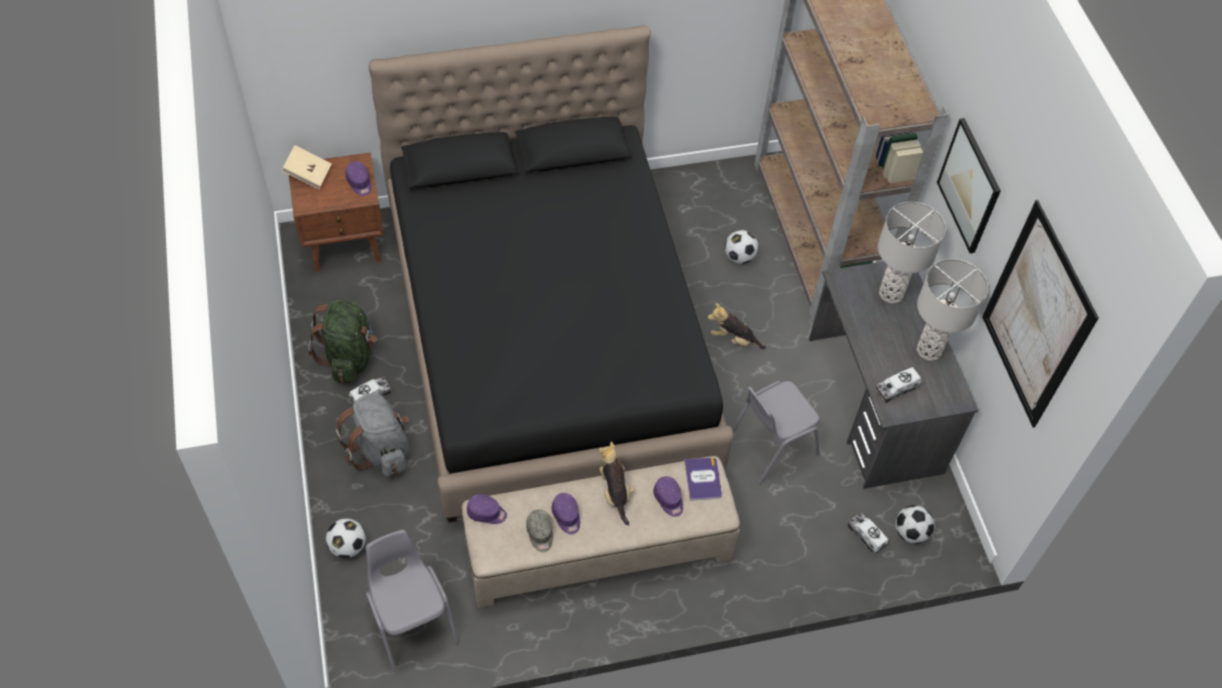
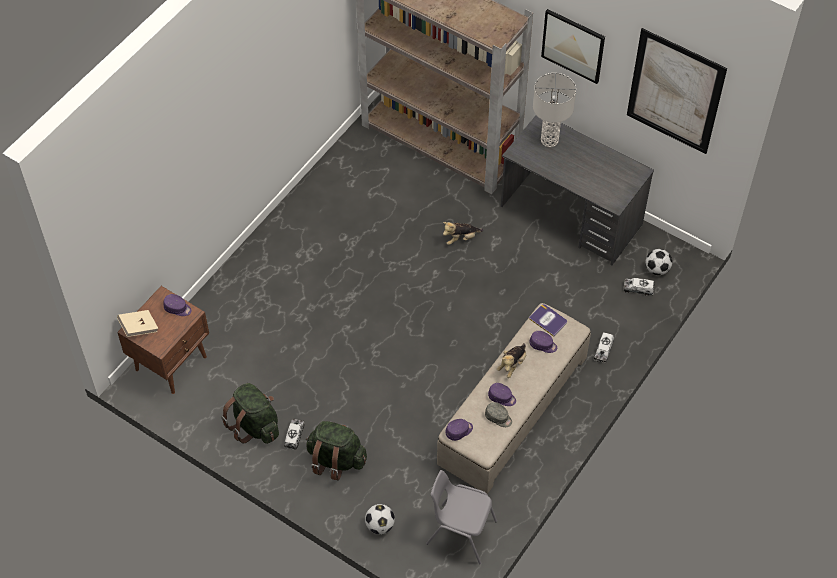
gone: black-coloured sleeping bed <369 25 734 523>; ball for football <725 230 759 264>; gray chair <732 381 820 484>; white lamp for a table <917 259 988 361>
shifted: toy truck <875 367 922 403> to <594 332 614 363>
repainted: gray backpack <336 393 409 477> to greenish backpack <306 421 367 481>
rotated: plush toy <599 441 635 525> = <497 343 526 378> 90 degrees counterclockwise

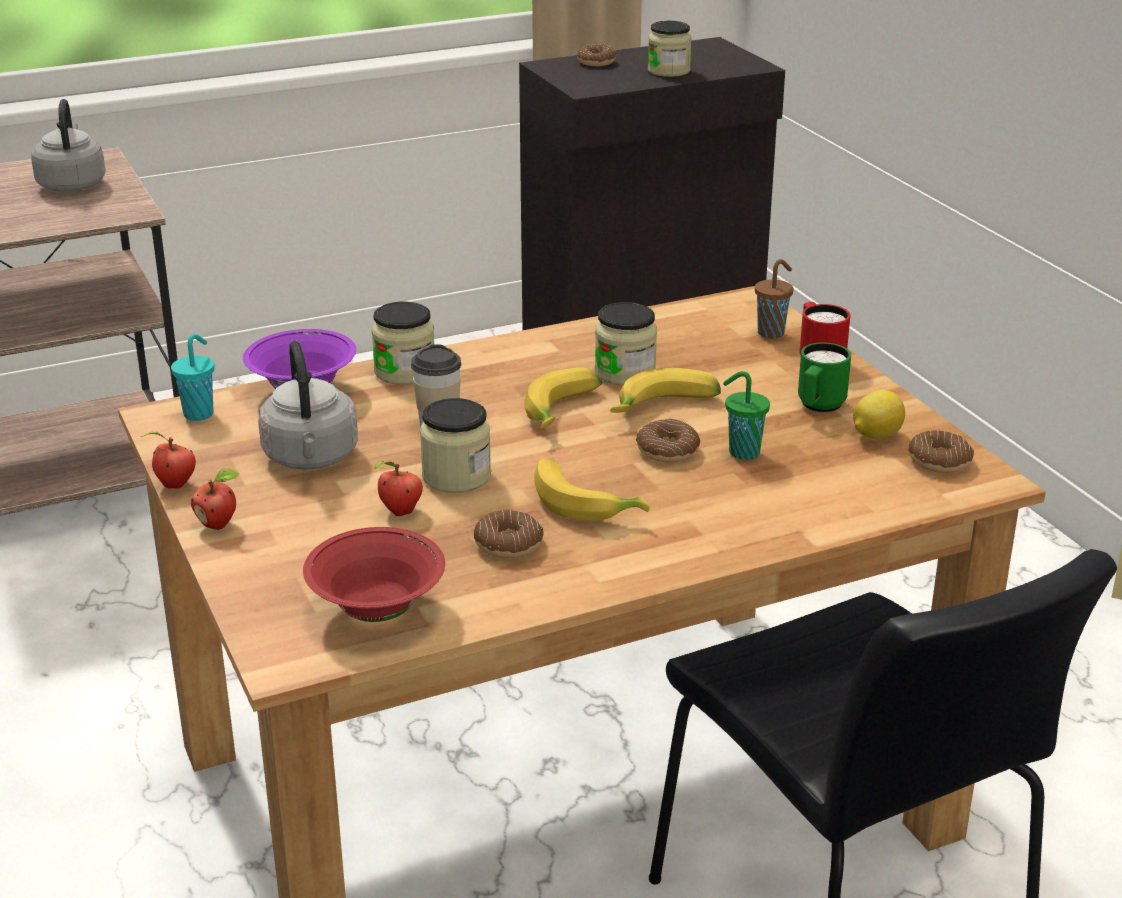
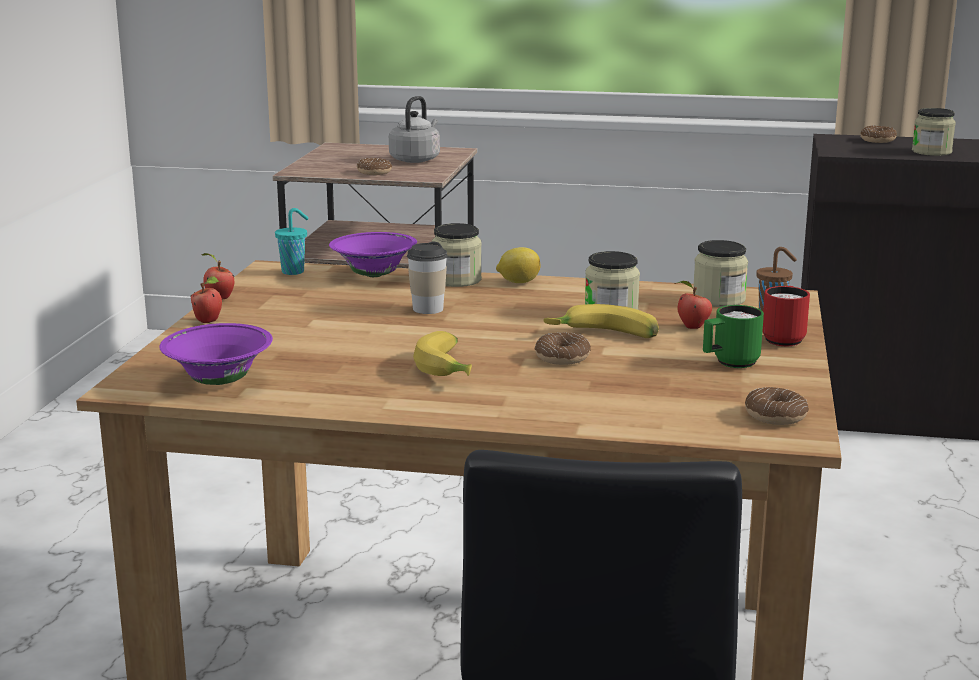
gone: gray tea kettle <258 340 358 470>; banana <524 368 602 429>; greenish cup <723 371 770 460>
shifted: apple <374 462 423 516> to <674 281 712 329>; jar <420 398 491 493> to <693 240 748 307>; ring doughnut <474 510 543 558> to <357 158 392 175>; citrus fruit <853 390 905 439> to <496 247 541 283>
repainted: red serving bowl <303 527 445 622> to purple-coloured serving bowl <159 323 273 385>

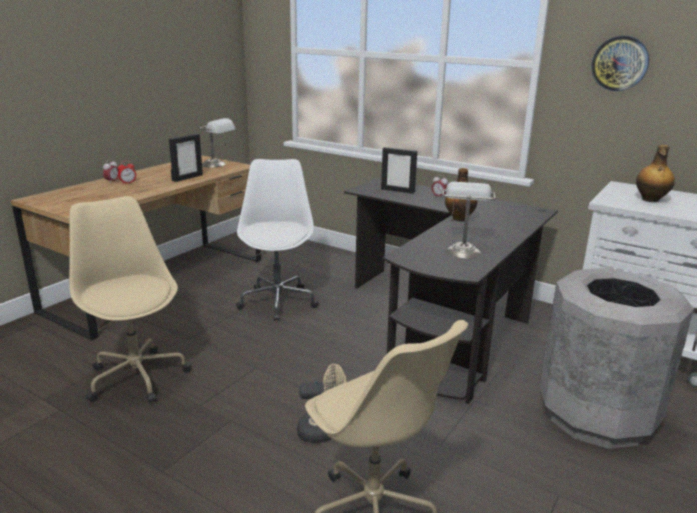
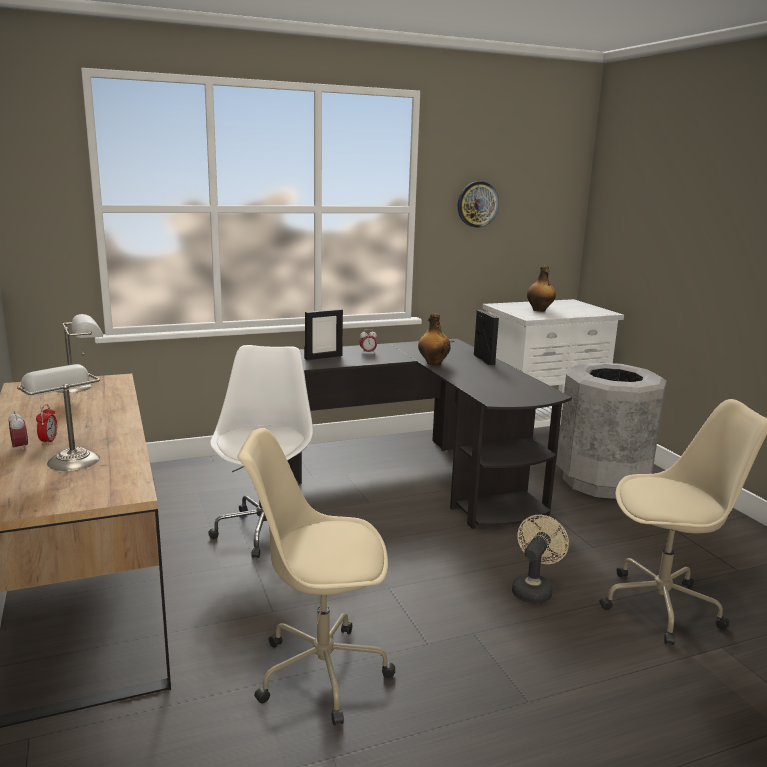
shifted: picture frame <169 134 203 182> to <474 310 499 365>; white lamp for a table <442 182 496 258> to <17 364 100 471>
rotated: white desk chair <236 159 319 321> = <209 345 313 558> 60 degrees clockwise

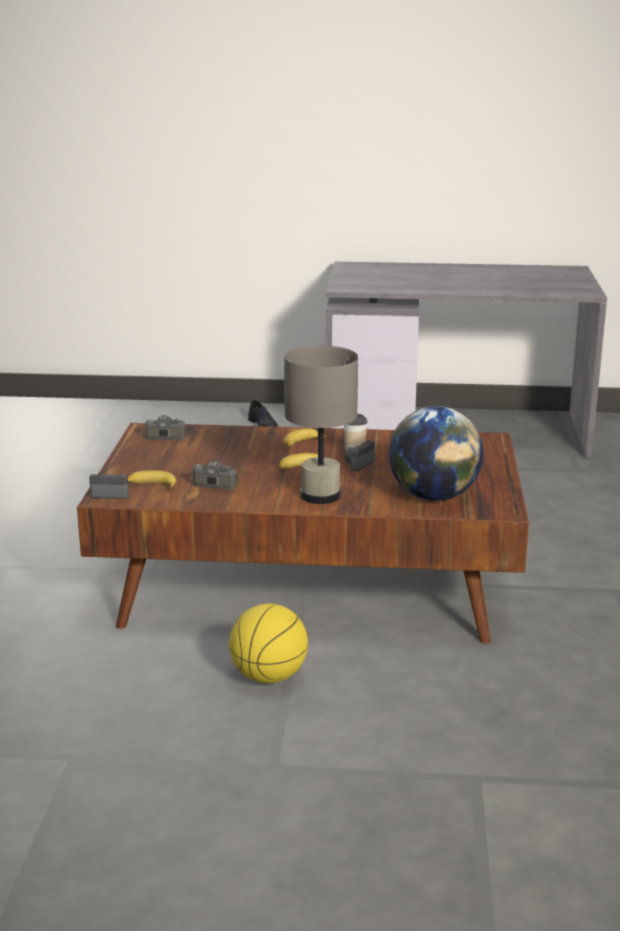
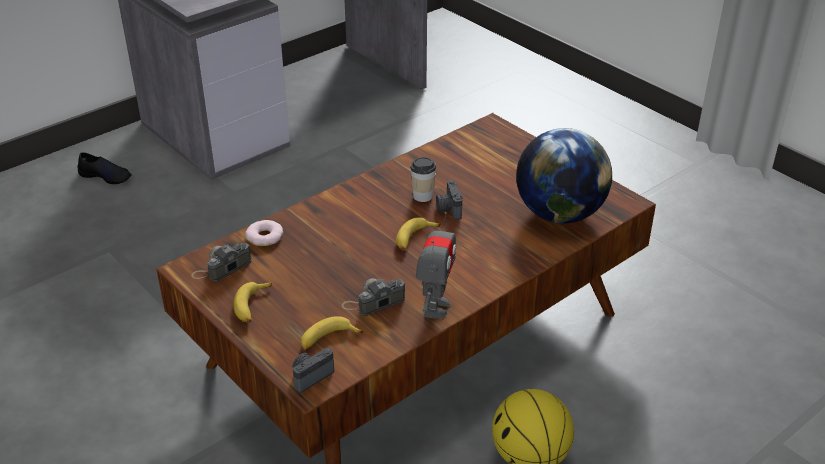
gone: gray lamp for a table <284 346 358 504>
new: ring doughnut <245 220 283 246>; robot figure <416 212 456 319>
shifted: banana <283 428 329 447> to <234 282 272 323>

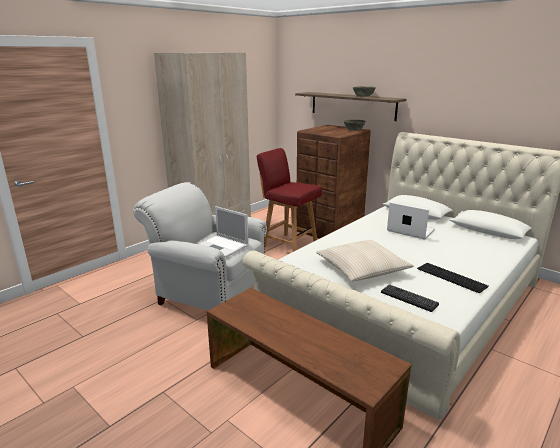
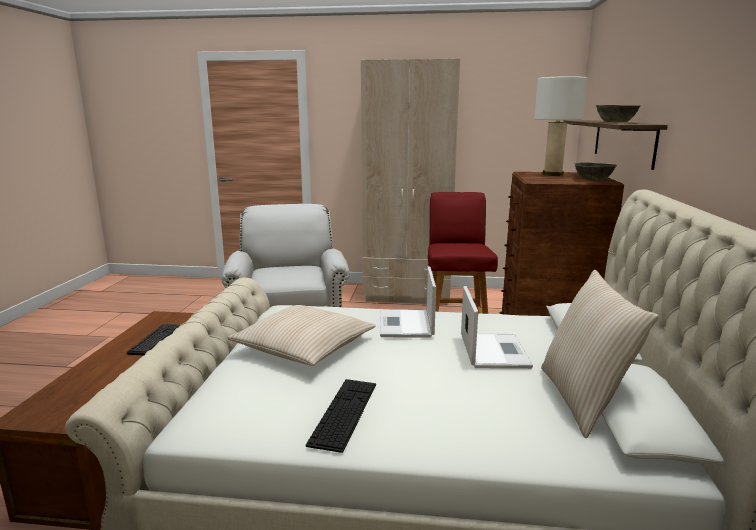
new: white lamp for a table <534 76 587 176>; sand-coloured throw pillow <541 270 659 438>
shifted: portable computer <199 206 249 258> to <380 266 436 338>; computer keyboard <381 284 439 312> to <127 324 180 356>

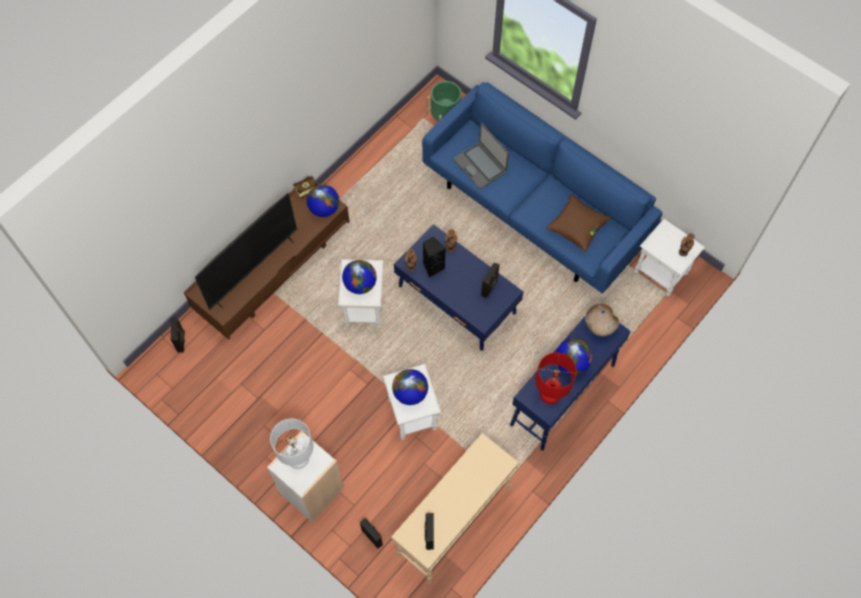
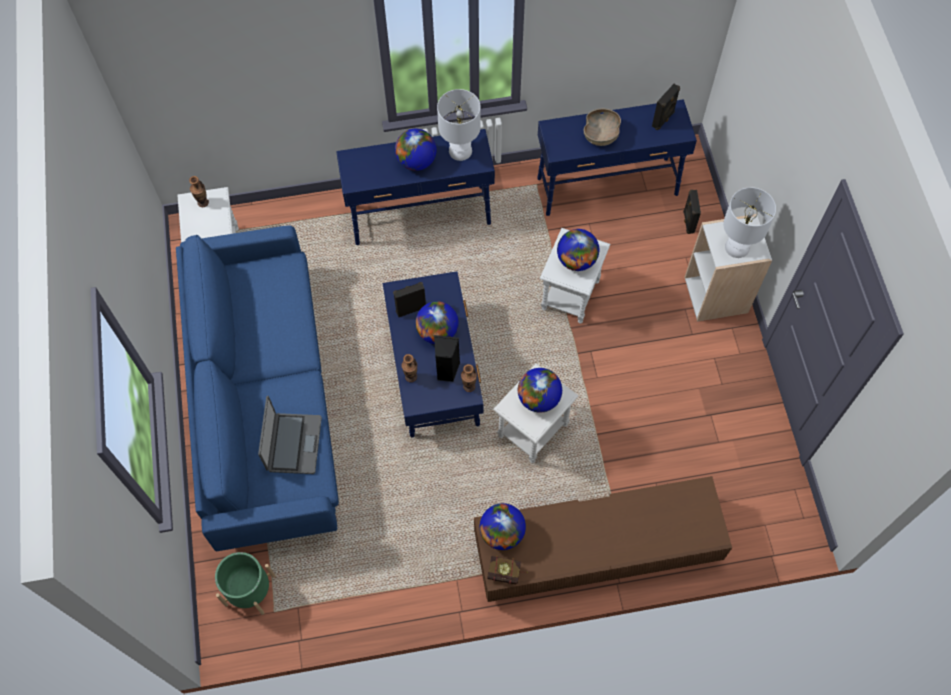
gone: black-coloured audio speaker <171 318 185 353>; television <195 193 297 310>; brownish throw pillow <546 194 611 253>
new: desk globe <416 301 459 344>
shifted: brownish serving bowl <585 303 620 336> to <584 108 621 146>
repainted: sand-coloured narrow table <391 433 519 584> to blue narrow table <537 99 697 216>; red lamp for a table <535 352 577 404> to white lamp for a table <437 89 481 161>

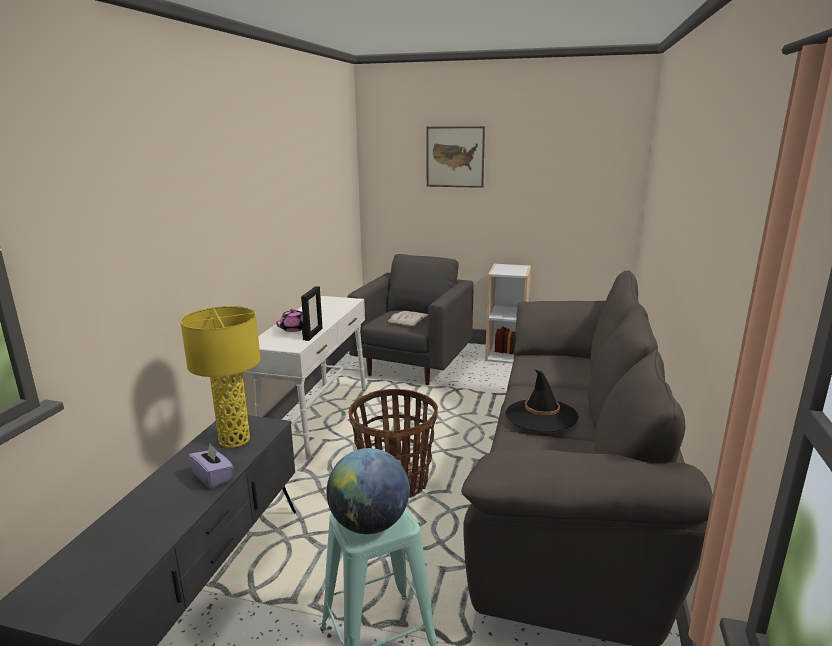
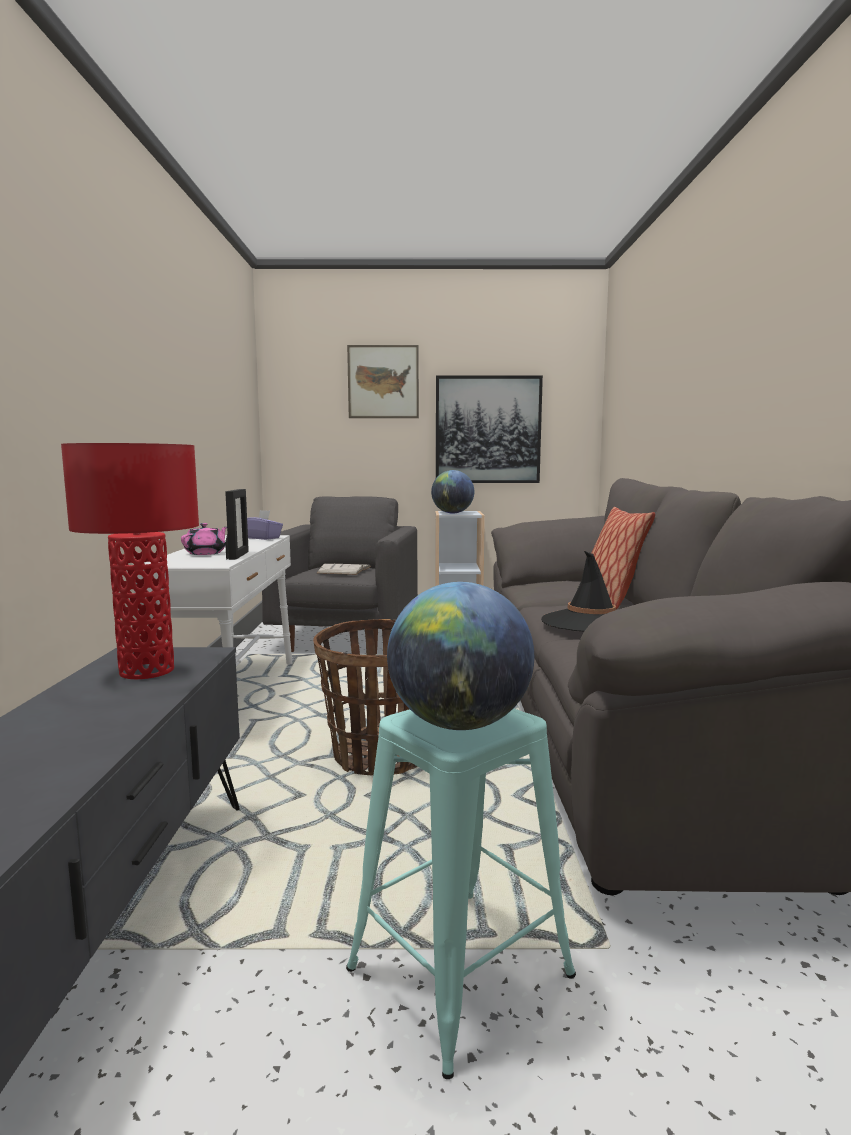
new: desk globe <431 470 474 513>; picture <436 376 543 483>; throw pillow <592 507 655 609>
shifted: purple-coloured tissue holder <188 444 233 489> to <247 510 283 540>
repainted: yellowish lamp for a table <180 306 261 448> to red lamp for a table <61 443 199 679>

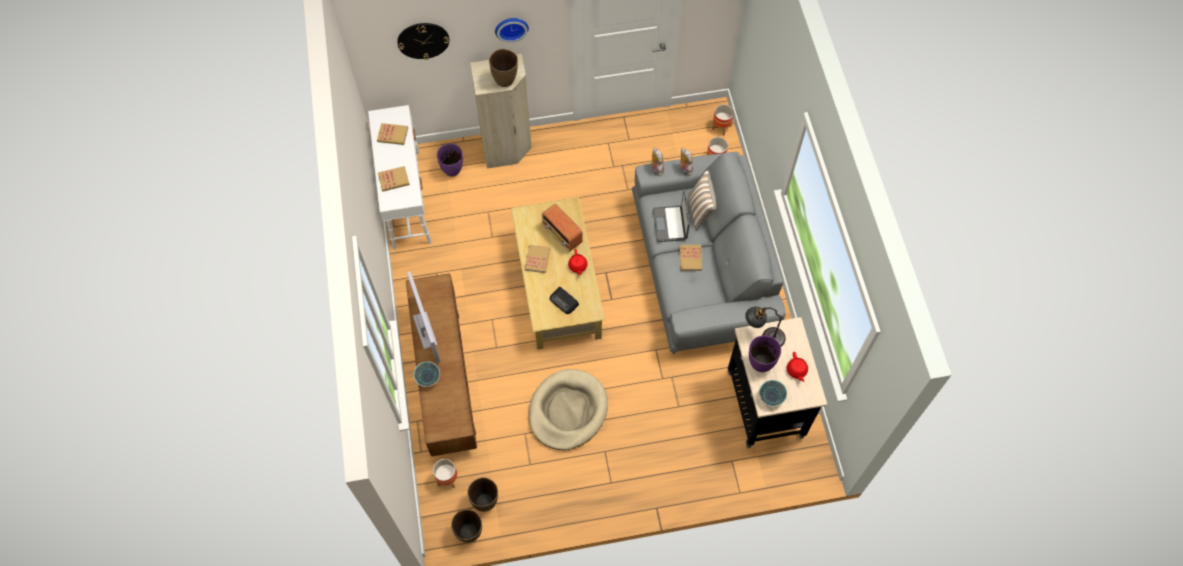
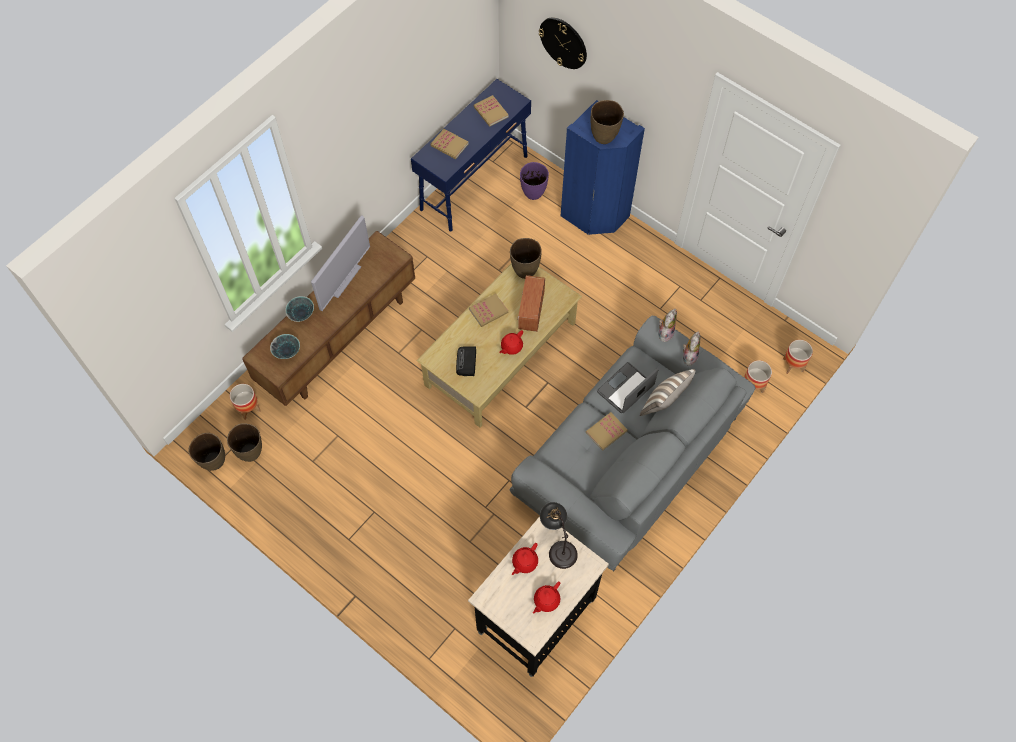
gone: clock on the wall <495 18 529 43>; sand-coloured dog bed <529 369 608 450>
new: brownish decorative vase <510 238 542 279>
shifted: serving bowl <759 380 787 406> to <270 334 300 359>
swapped: purple-coloured decorative vase <749 335 781 372> to red tea pot <512 543 538 575>
repainted: white narrow table <368 105 432 249> to blue narrow table <411 79 531 232>; sand-coloured cupboard <470 54 532 169> to blue cupboard <561 100 645 235>

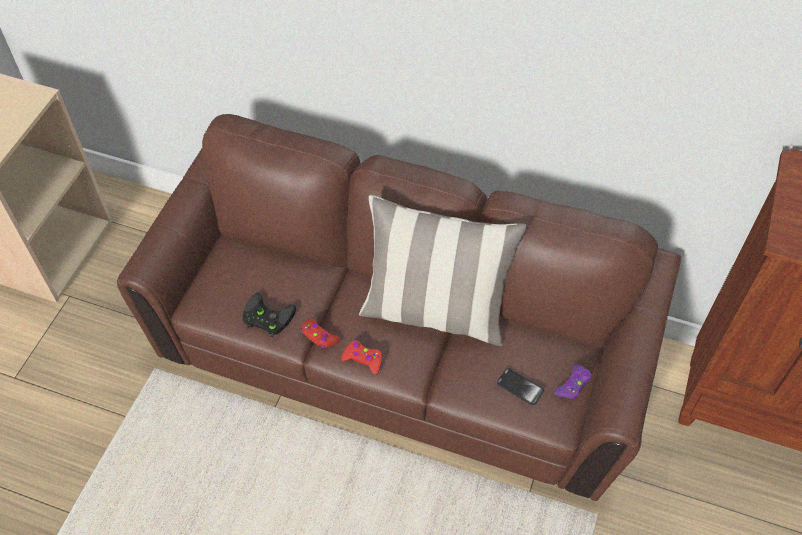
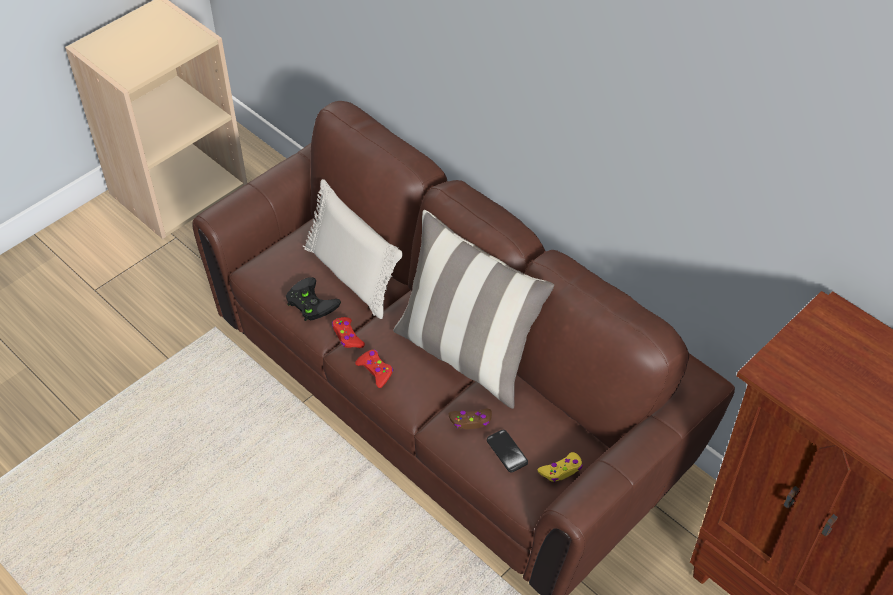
new: white throw pillow <303 179 402 319>; brownish joypad <449 409 492 429>
repainted: purple-coloured joypad <554 364 592 399> to yellowish joypad <538 452 583 482>

